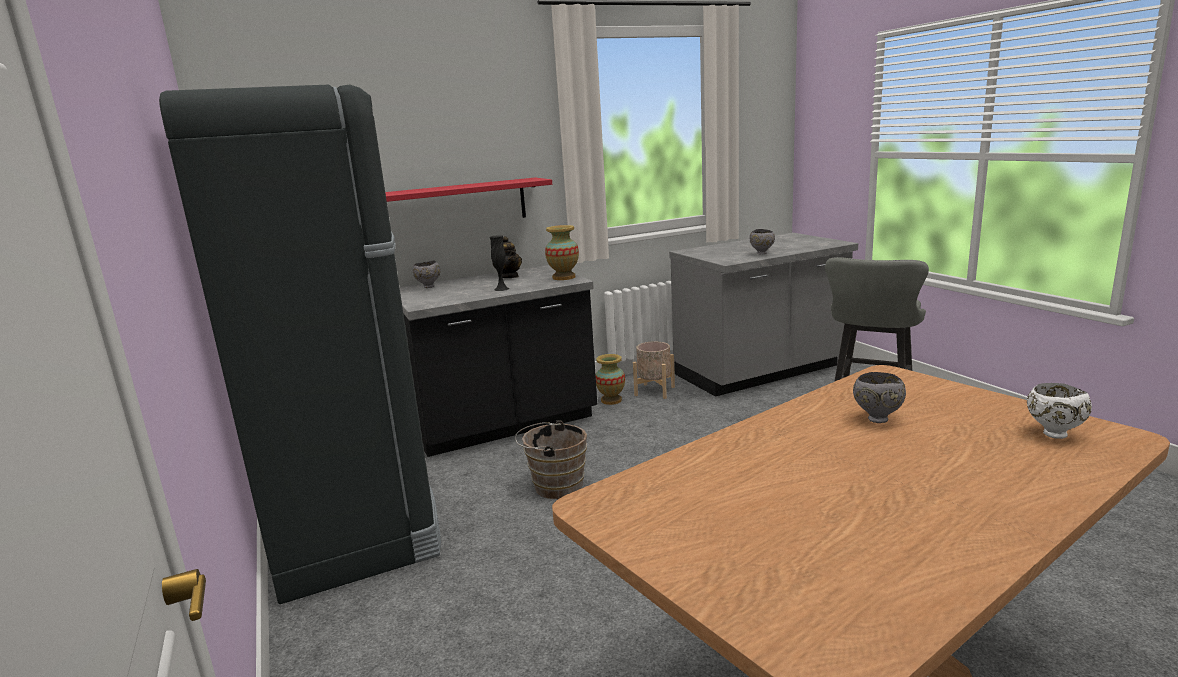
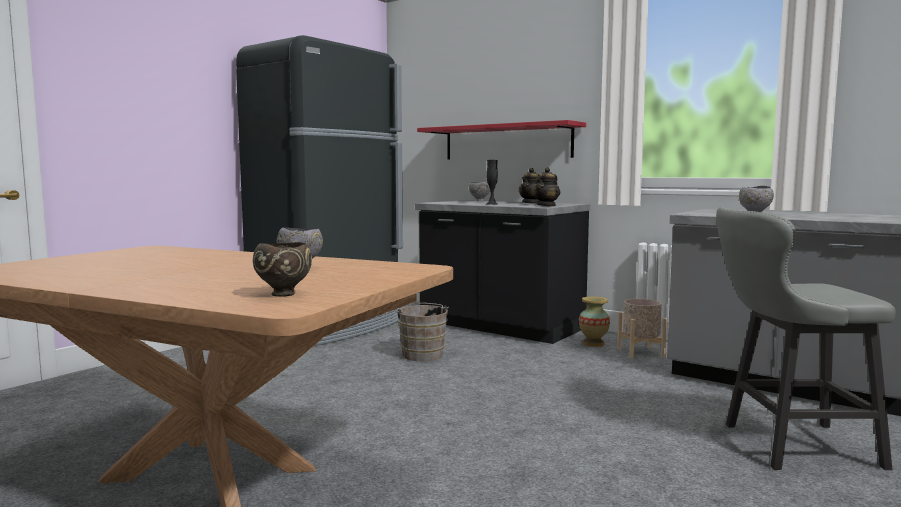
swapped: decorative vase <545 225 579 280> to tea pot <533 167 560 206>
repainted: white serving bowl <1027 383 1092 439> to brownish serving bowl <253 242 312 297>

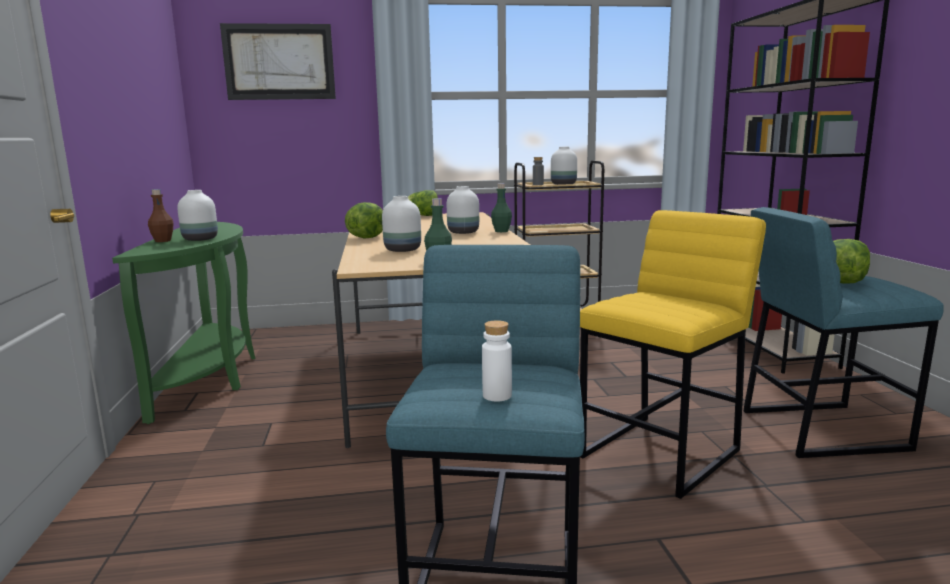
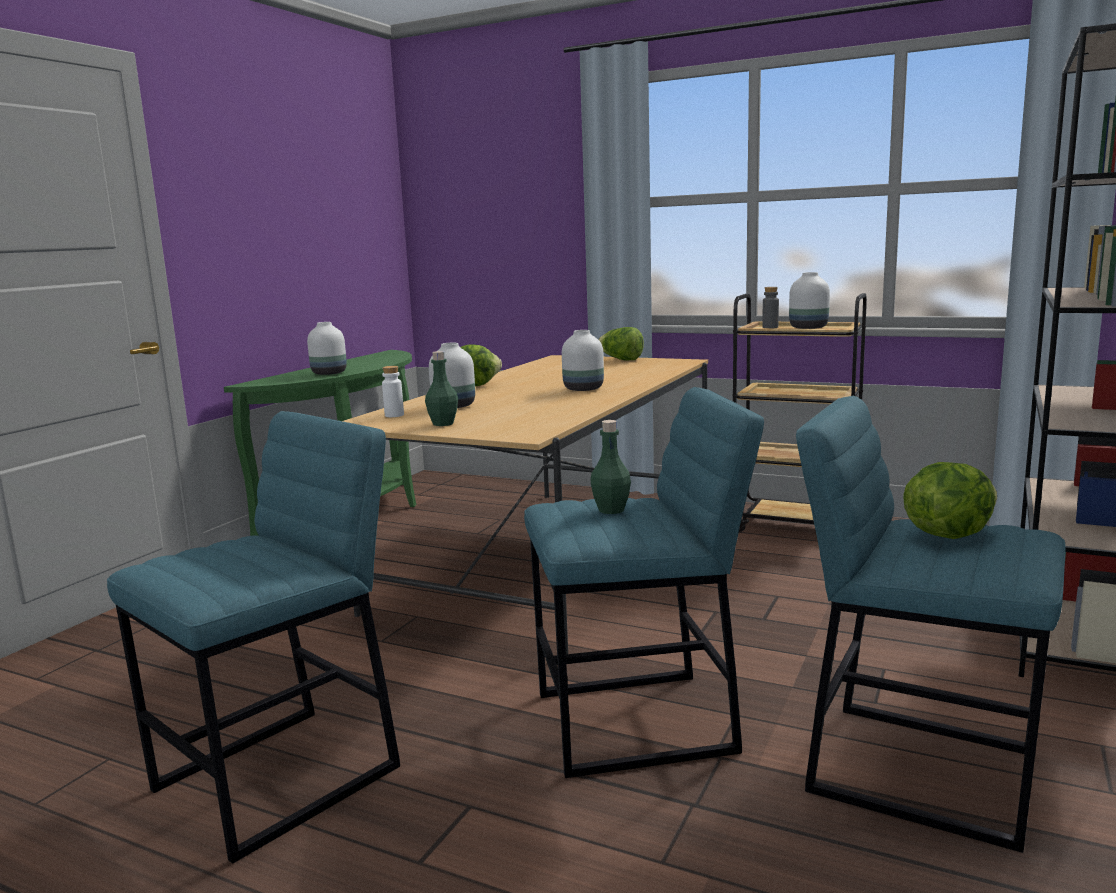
gone: brownish drink bottle <148 189 174 242>; picture <220 23 336 100>
shifted: white drink bottle <482 320 512 402> to <382 366 404 417>; greenish drink bottle <491 183 512 232> to <591 420 631 514>
repainted: yellowish stool seat <580 210 766 499> to blue stool seat <524 387 764 778>

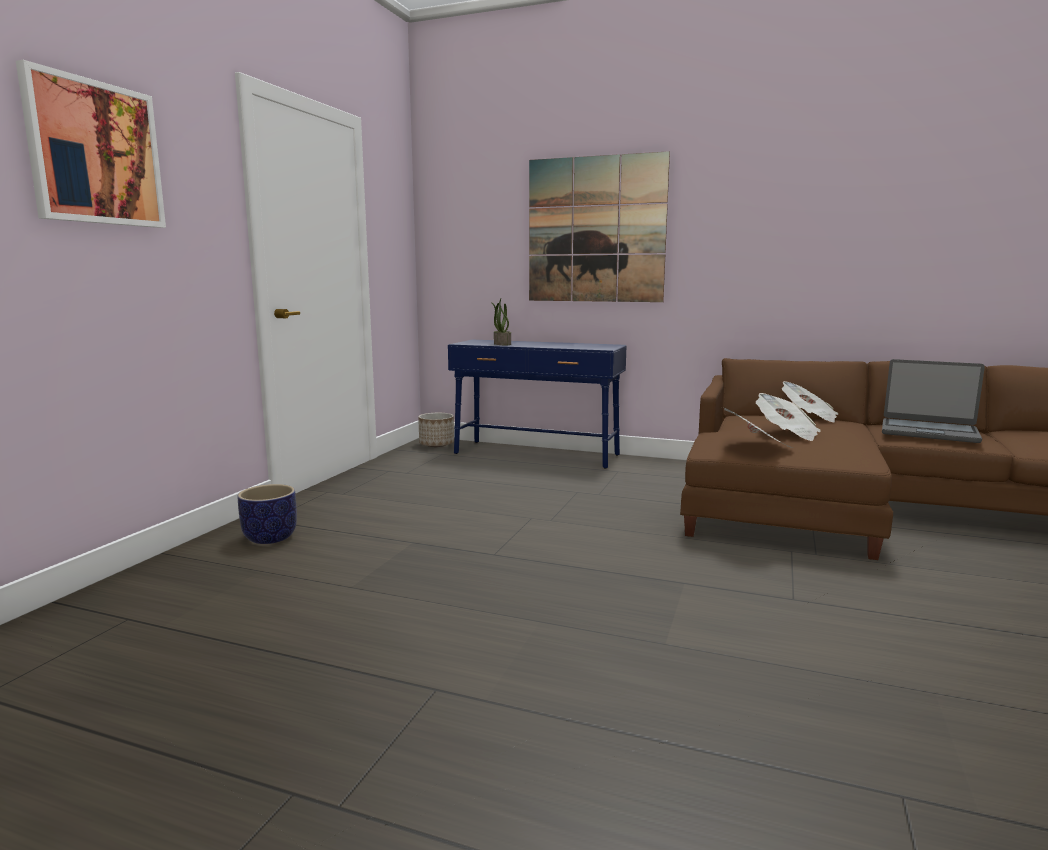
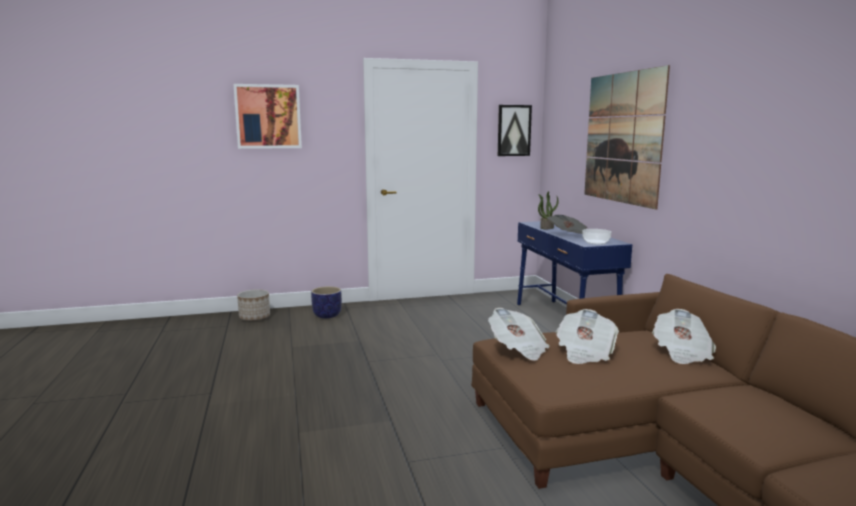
gone: portable computer <882 359 985 443>
new: picture <498 105 532 156>; printed paper <547 215 587 234>; serving bowl <582 229 611 245>
shifted: flower pot <418 413 454 447> to <237 289 270 321>

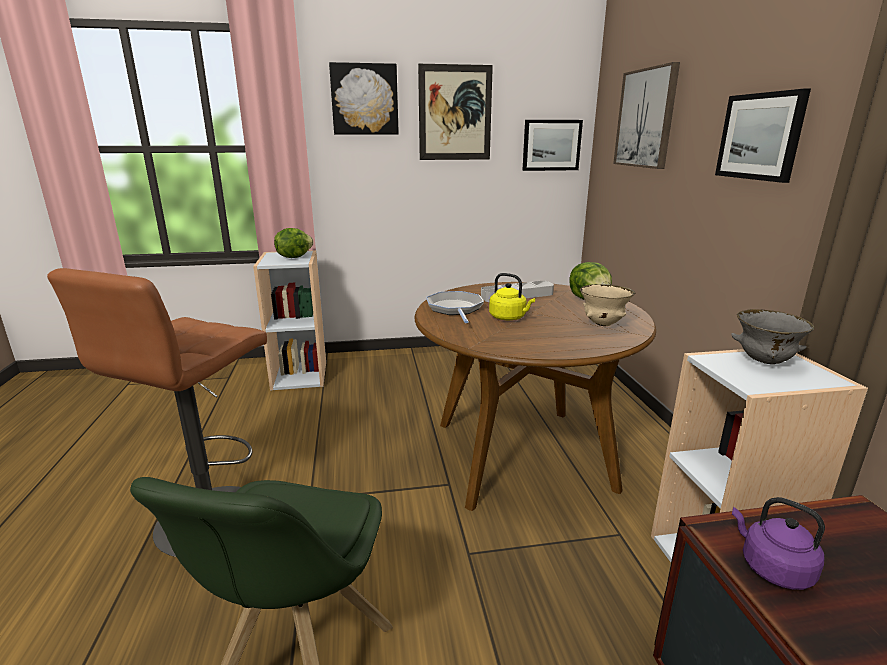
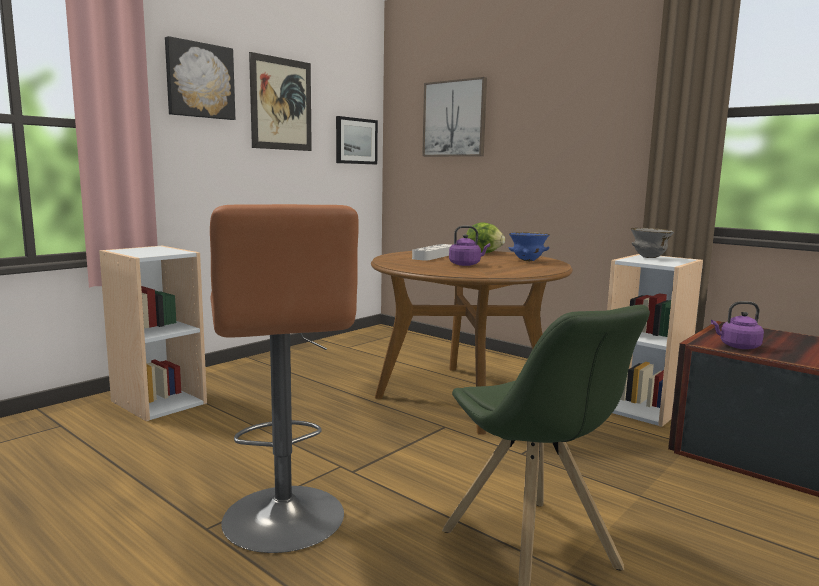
gone: head of lettuce <274 228 314 258>; frying pan <426 291 484 323>; picture <715 89 811 183>
repainted: yellowish tea kettle <489 273 535 320> to purple-coloured tea kettle <449 226 490 266>; sand-coloured serving bowl <580 284 635 326> to blue serving bowl <508 232 550 261>

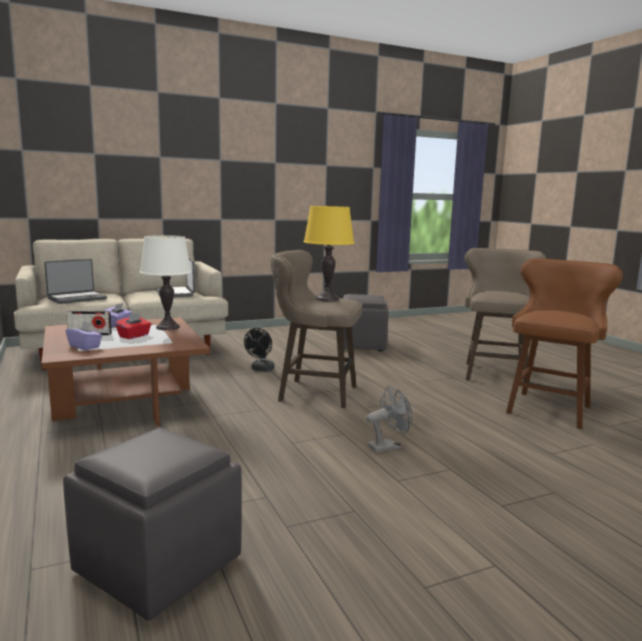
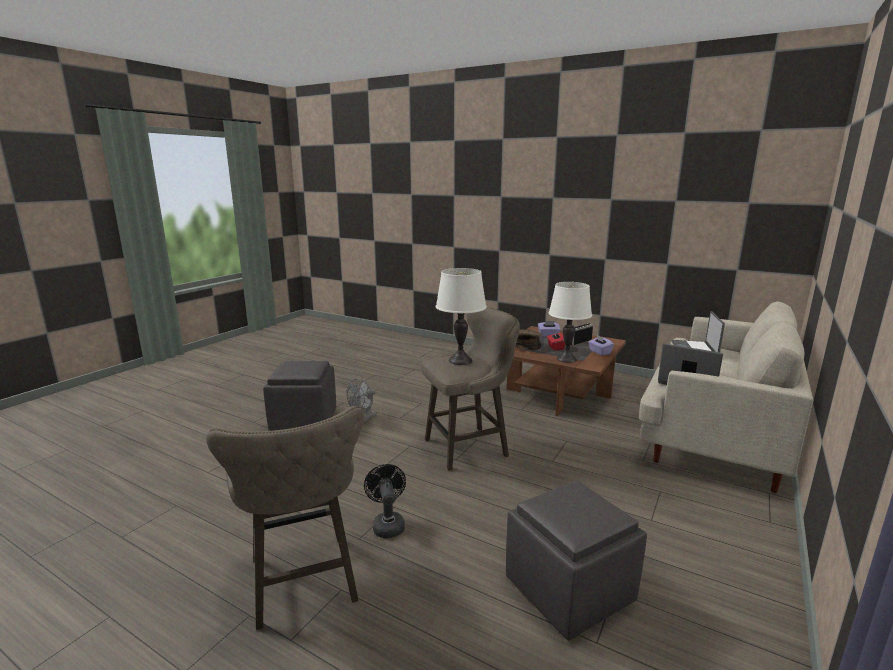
gone: brownish stool seat <506 258 623 429>
new: brownish serving bowl <516 329 543 350>
shifted: gray ottoman <63 427 242 621> to <263 361 336 431>; black-coloured cooling fan <244 328 274 371> to <364 464 406 538>
repainted: yellowish lamp for a table <304 206 354 301> to white lamp for a table <436 268 487 365>

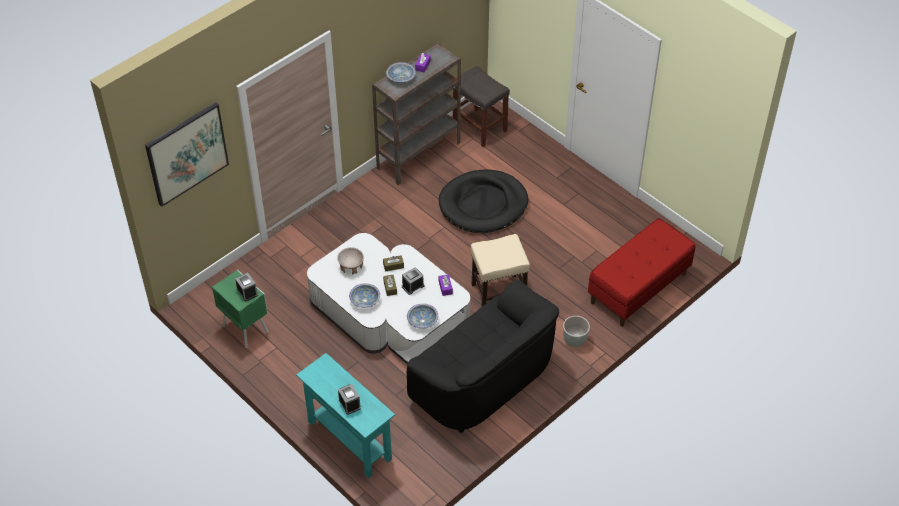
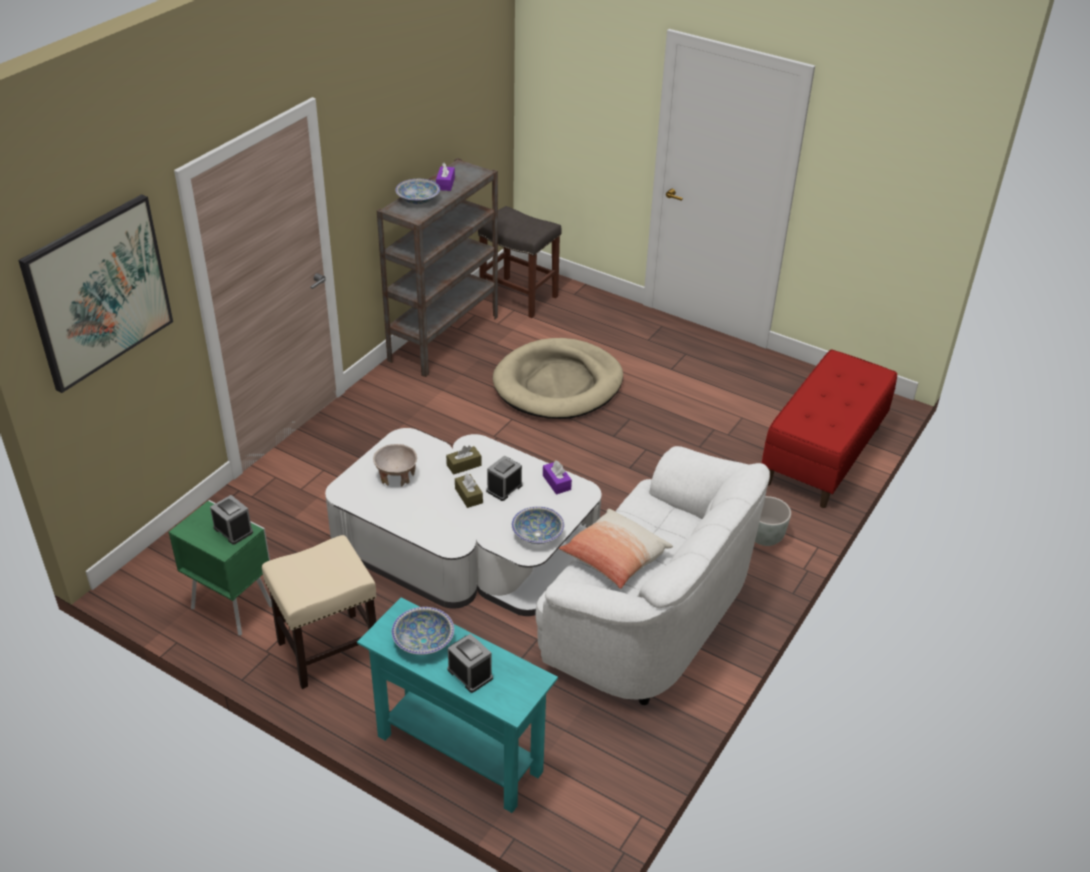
new: throw pillow <559 509 673 589>
shifted: serving bowl <349 283 380 308> to <392 607 454 655>; sand-coloured stool seat <471 234 530 307> to <262 535 376 689>
repainted: black-coloured sofa <407 280 559 433> to white sofa <535 446 770 705>; black-coloured dog bed <439 169 528 233> to sand-coloured dog bed <493 338 623 419>

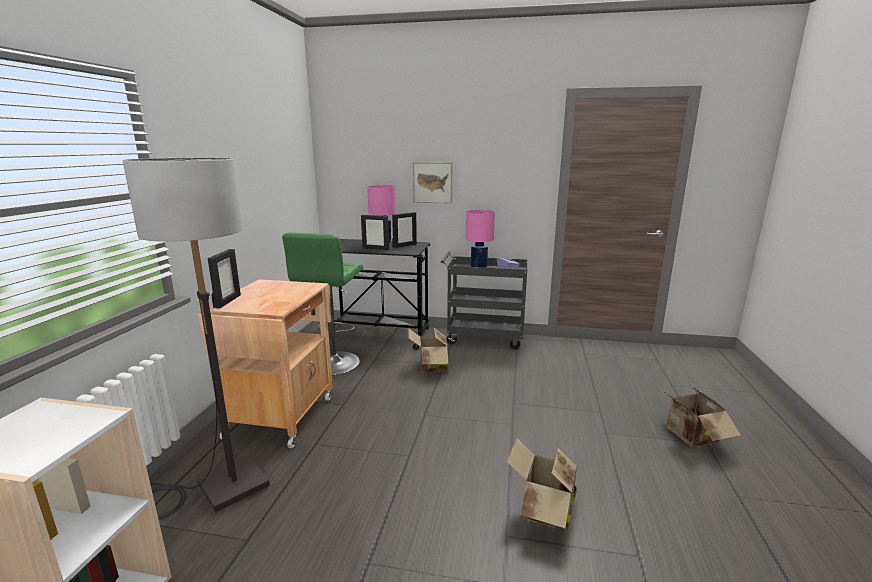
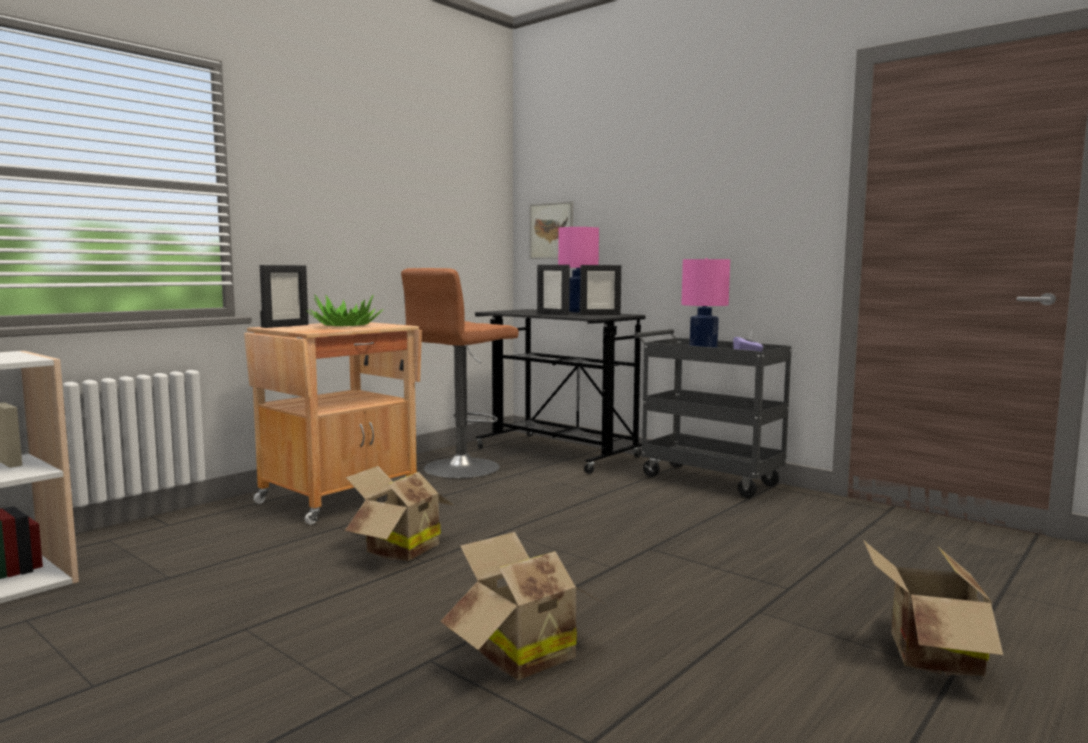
gone: floor lamp <123 158 270 520>
new: houseplant <307 294 384 326>
shifted: packing box <408 328 448 373> to <345 466 455 561>; picture <413 162 453 204> to <529 201 573 259>
repainted: greenish stool seat <282 233 363 375> to brownish stool seat <401 268 519 478>

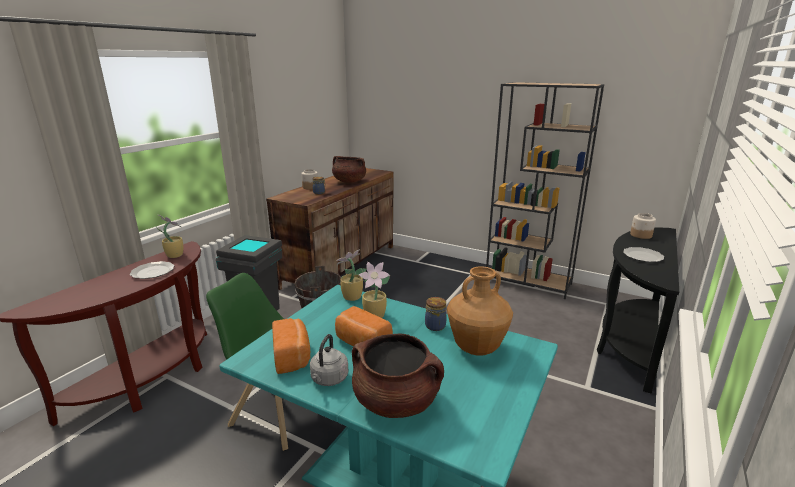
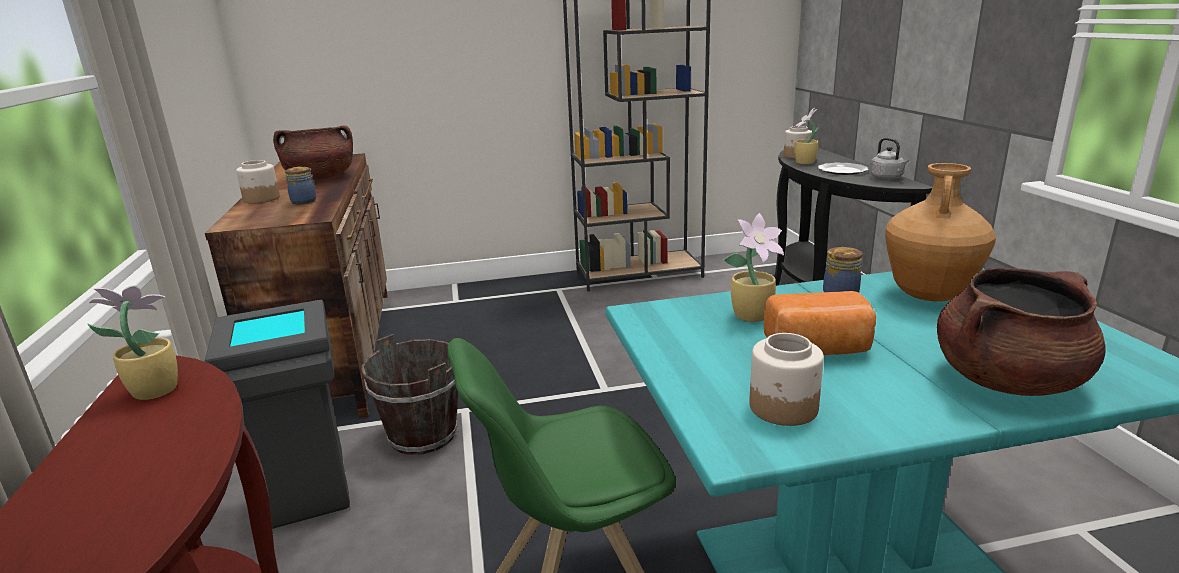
gone: flat dish <130 261 175 279>
shifted: gray tea kettle <310 334 349 386> to <870 138 909 179>; houseplant <336 249 367 301> to <794 108 820 164>
swapped: baked bread <272 318 310 374> to jar <749 333 824 426>

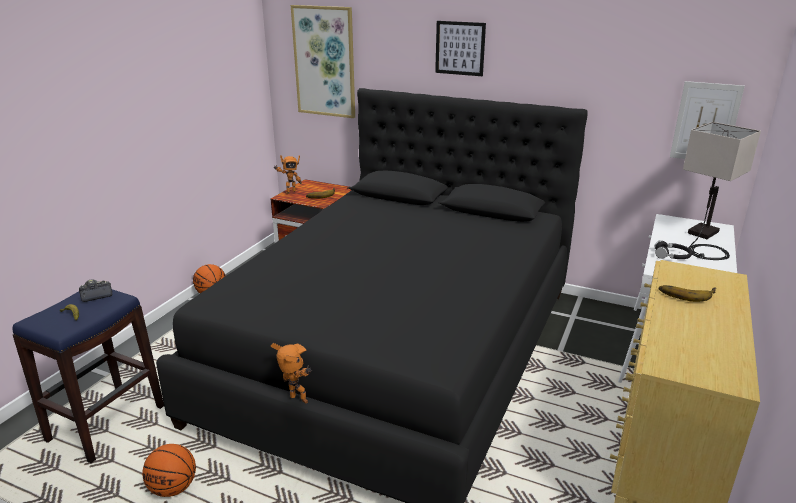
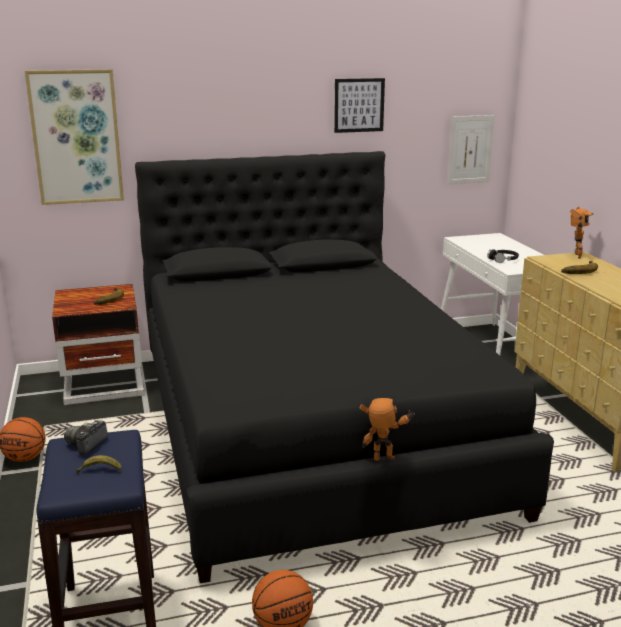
gone: lamp for a table <683 122 761 260>
shifted: robot figure <274 155 301 194> to <570 207 594 259>; picture <435 21 486 76> to <334 78 385 133>

